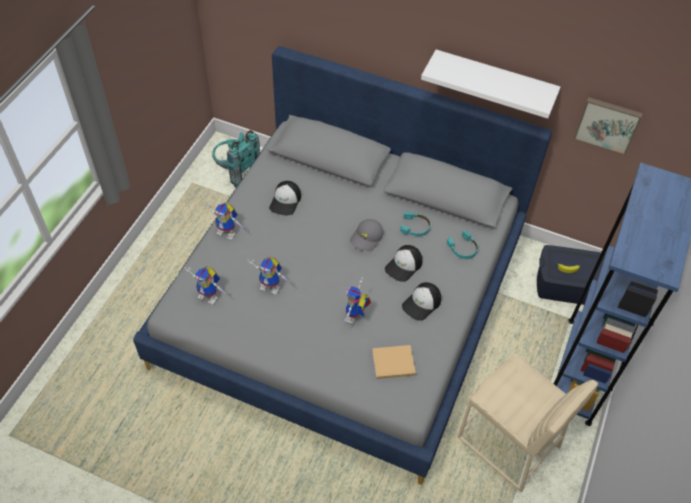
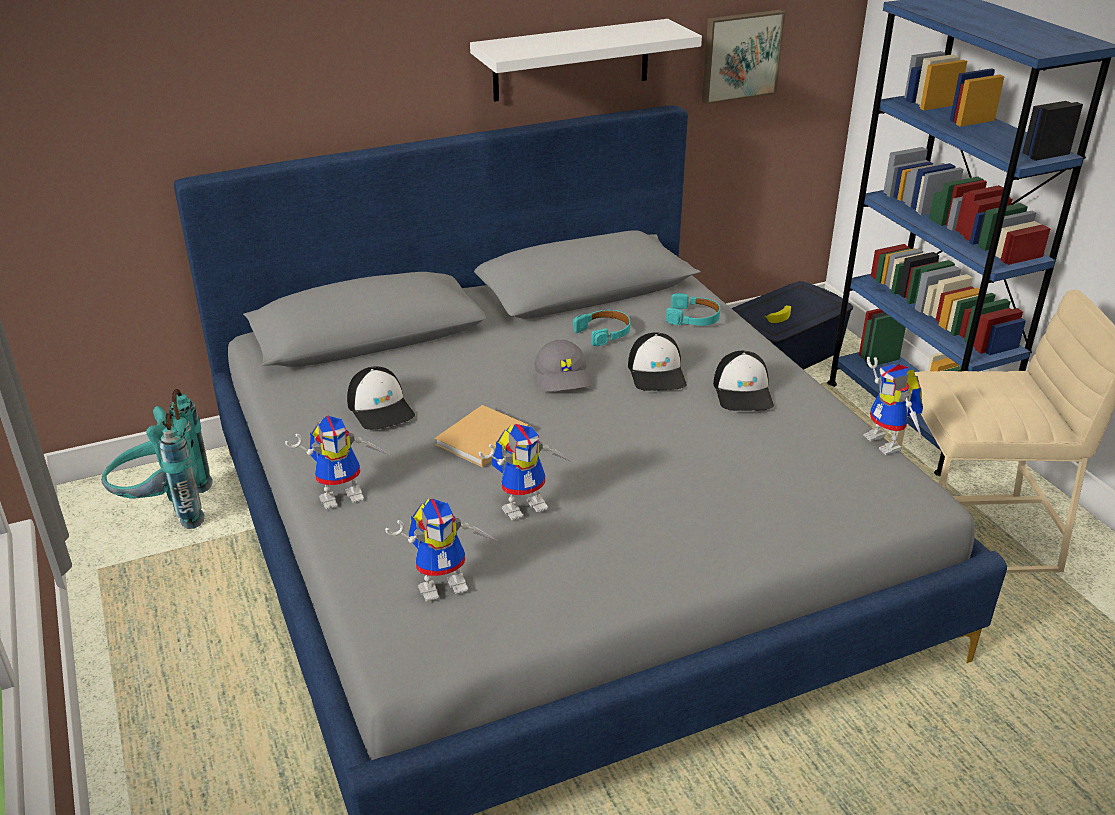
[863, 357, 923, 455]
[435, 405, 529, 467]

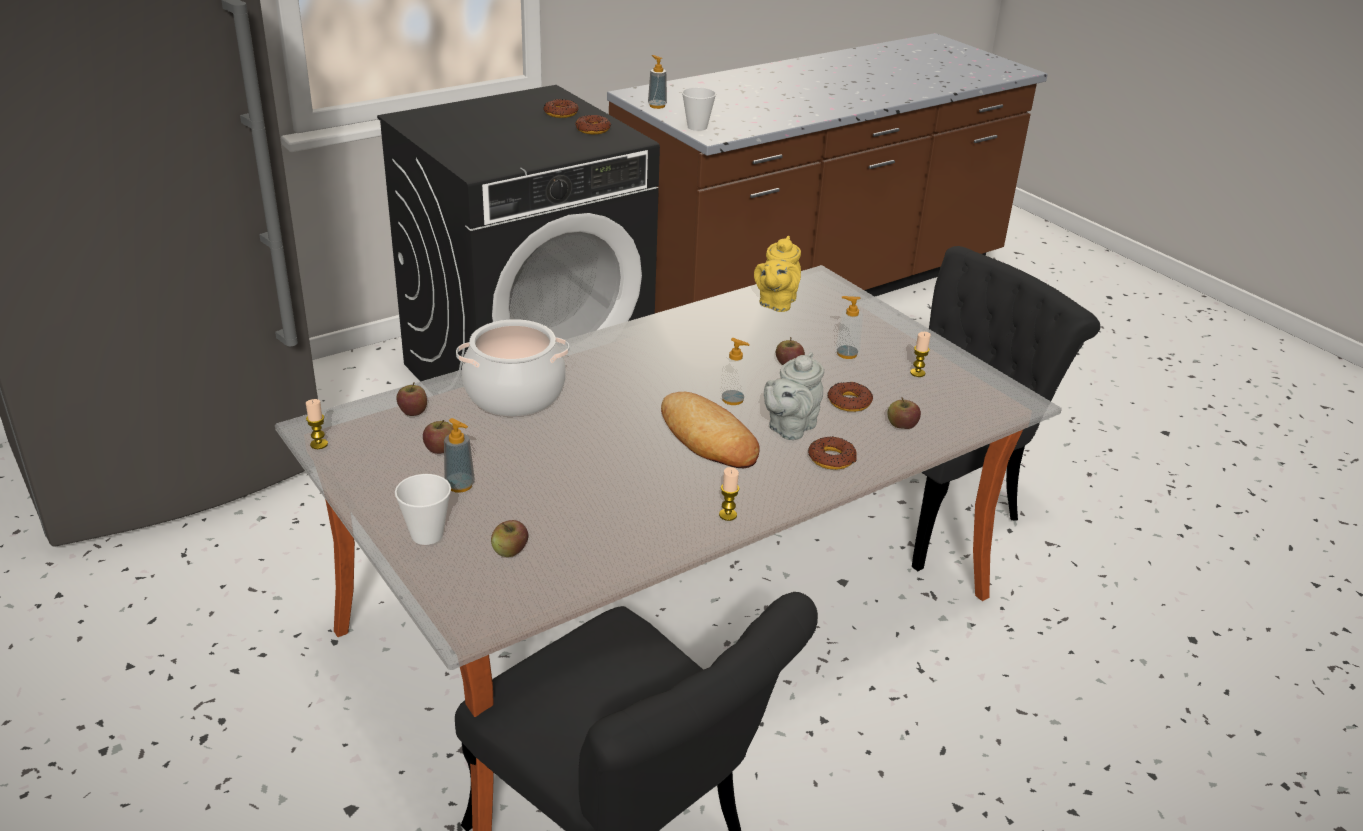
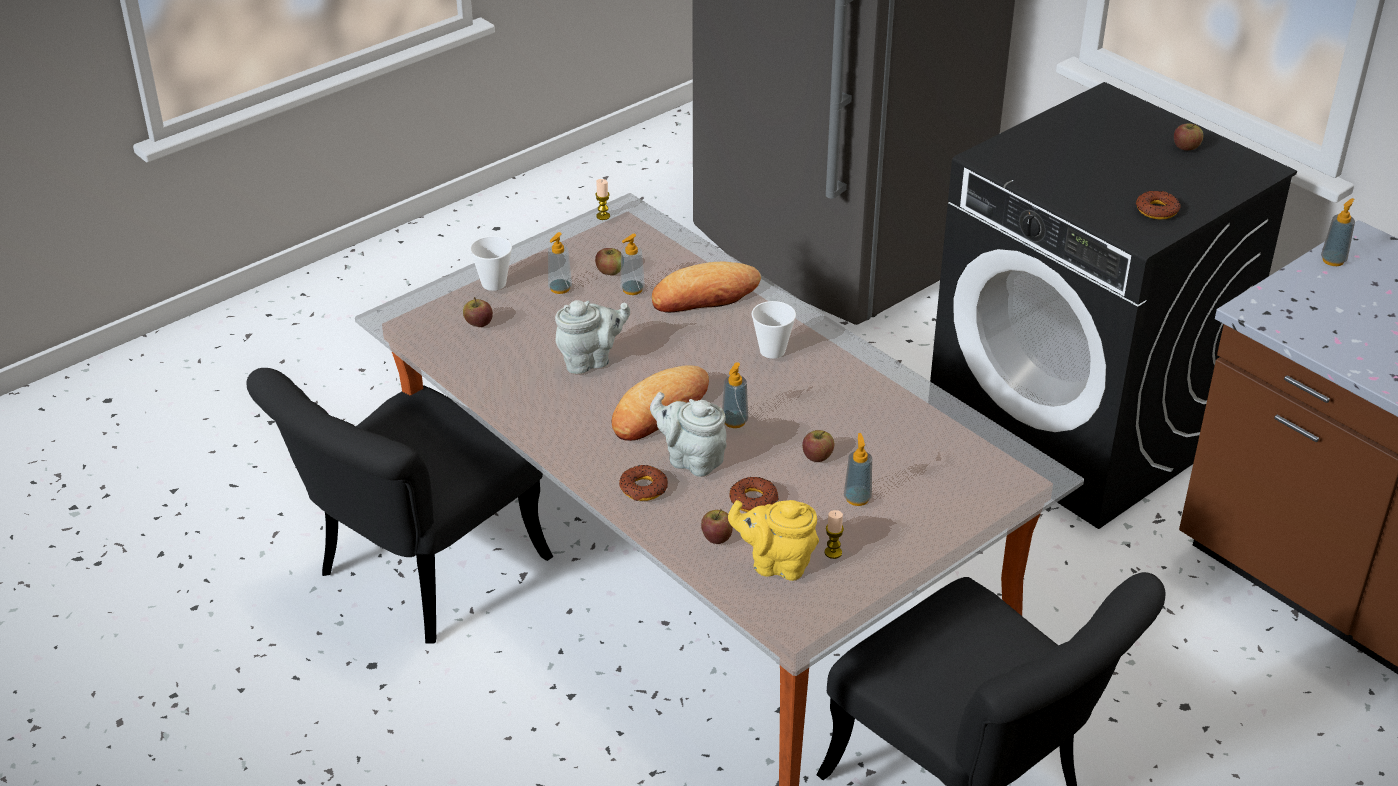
[543, 99, 579, 118] (first image)
[719, 467, 739, 521] (first image)
[555, 300, 630, 374]
[620, 234, 645, 295]
[1174, 124, 1203, 151]
[751, 301, 796, 359]
[728, 500, 819, 581]
[652, 262, 761, 312]

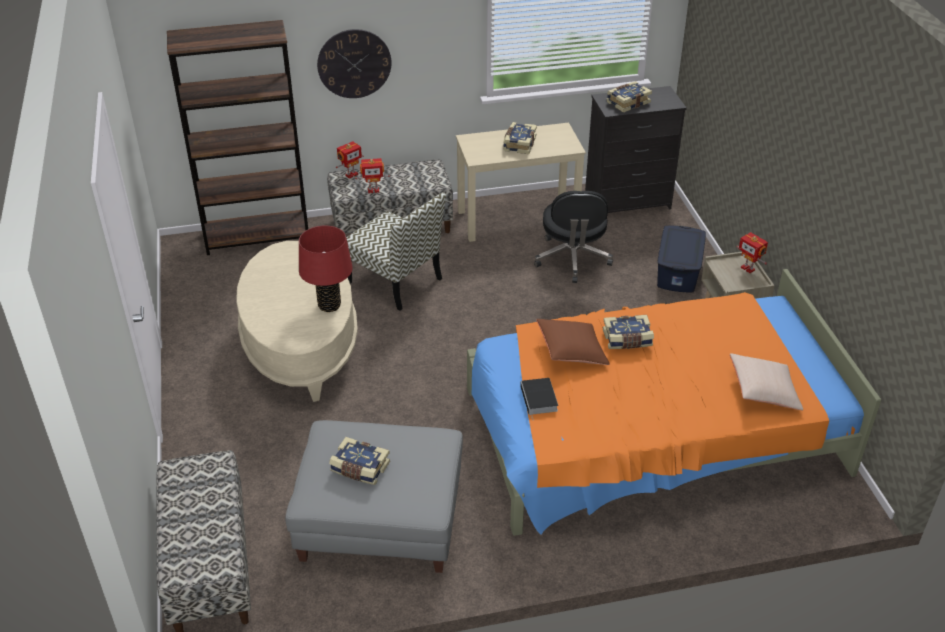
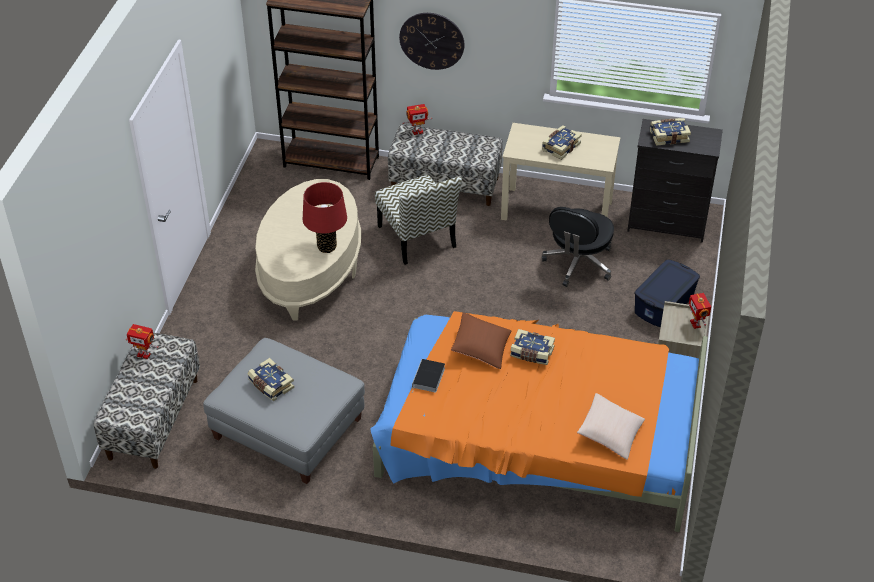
[126, 324, 159, 359]

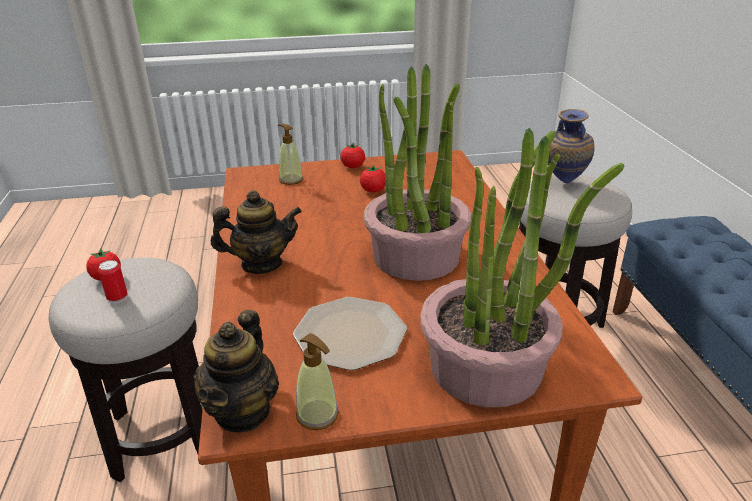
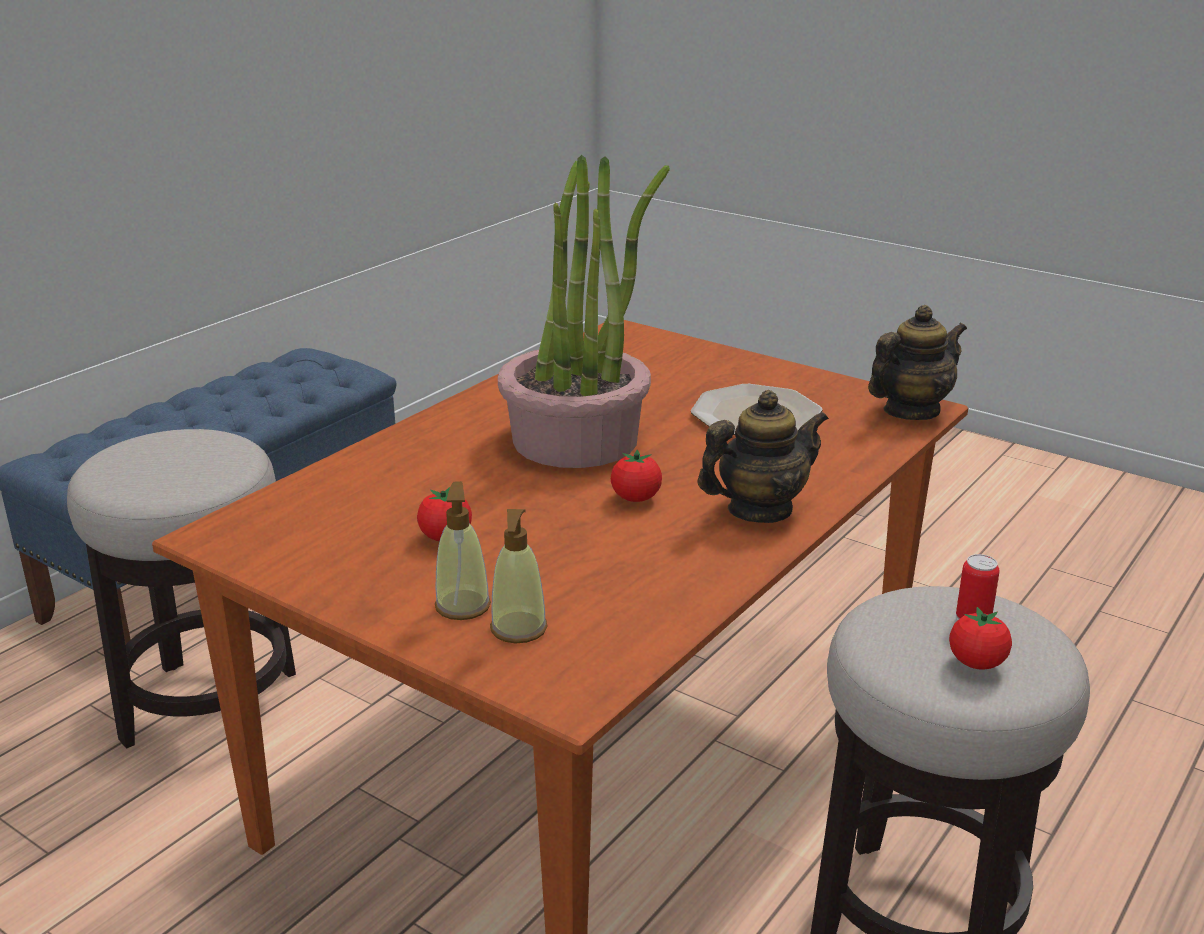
[420, 128, 624, 407] (first image)
[548, 109, 594, 183] (first image)
[435, 481, 491, 620]
[611, 449, 662, 502]
[698, 390, 829, 523]

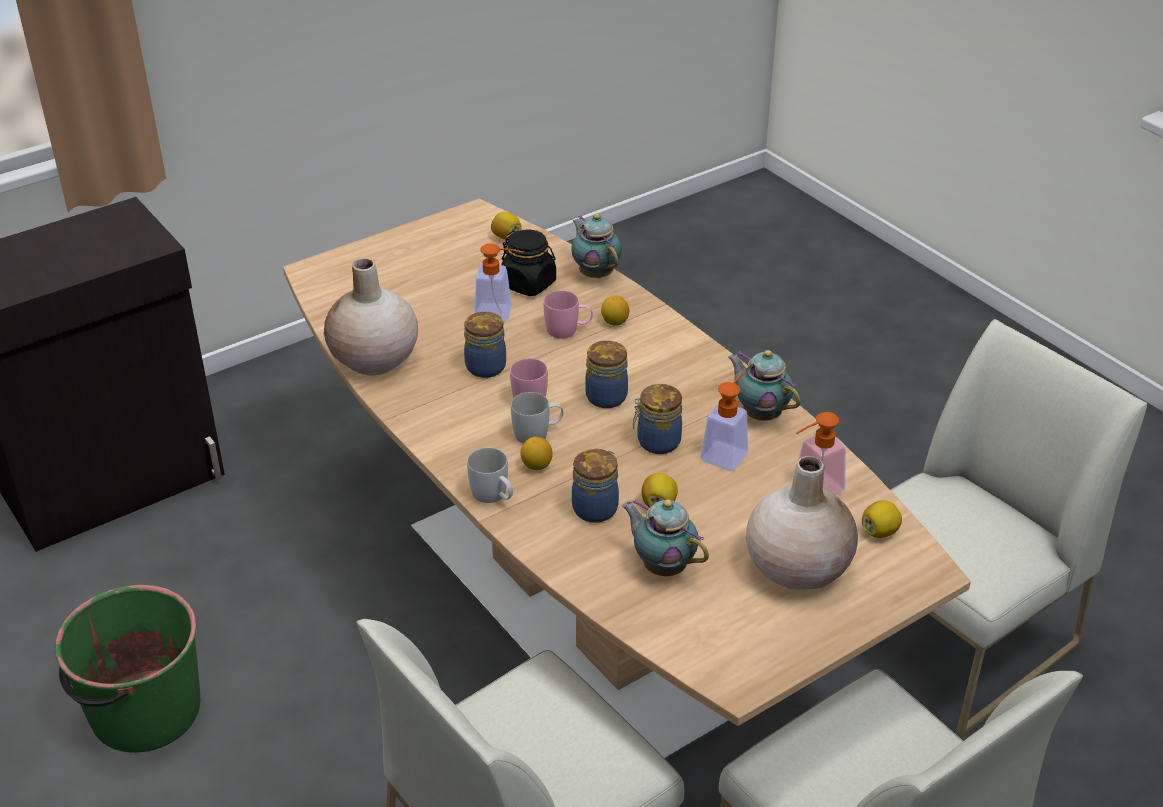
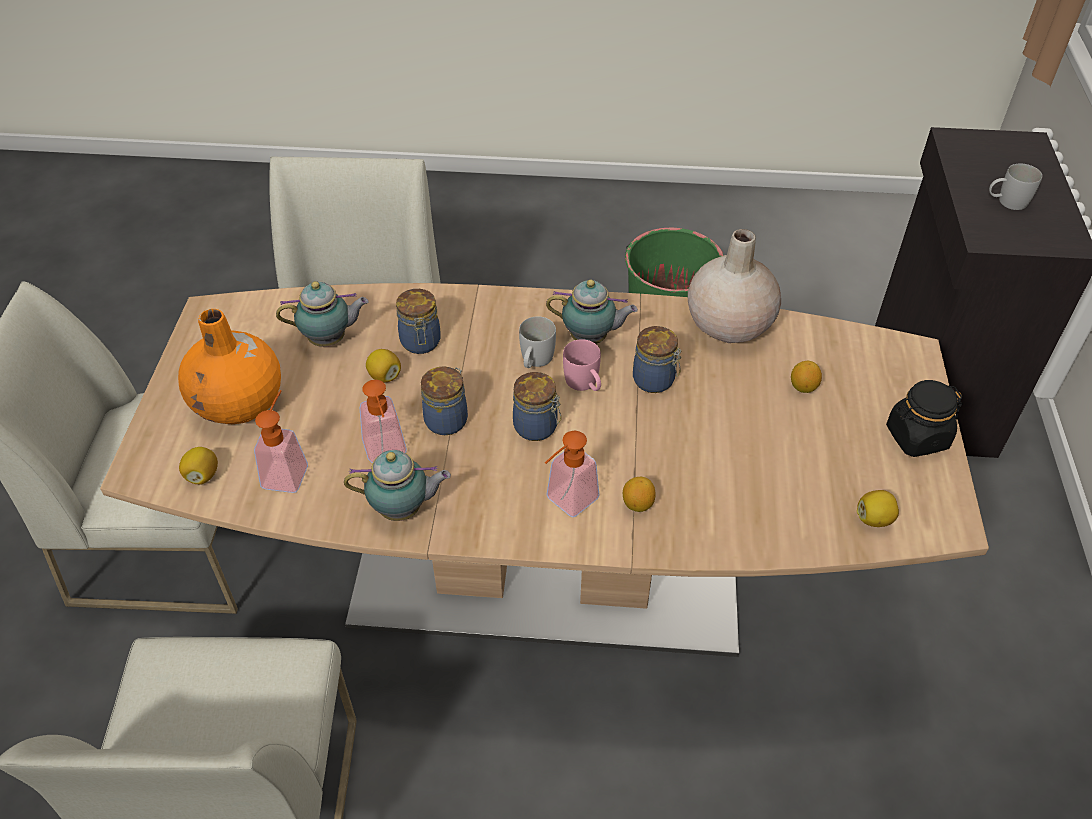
[544, 290, 593, 339] (first image)
[989, 163, 1042, 210]
[545, 431, 599, 517]
[886, 380, 963, 457]
[791, 361, 822, 393]
[546, 280, 638, 344]
[178, 309, 281, 424]

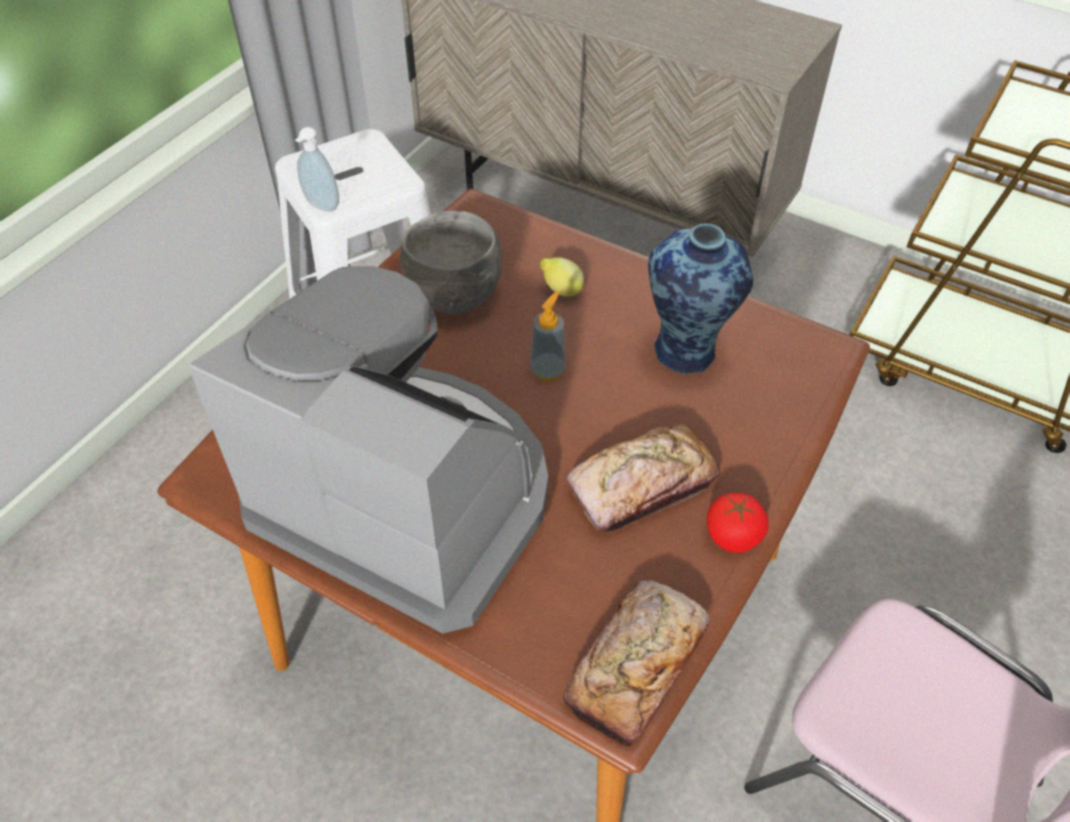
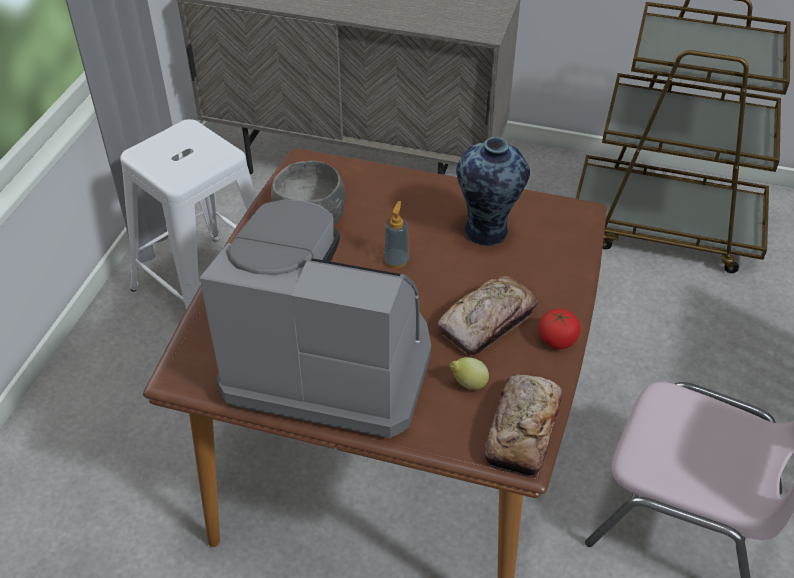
[295, 127, 339, 212] (first image)
[450, 357, 489, 390]

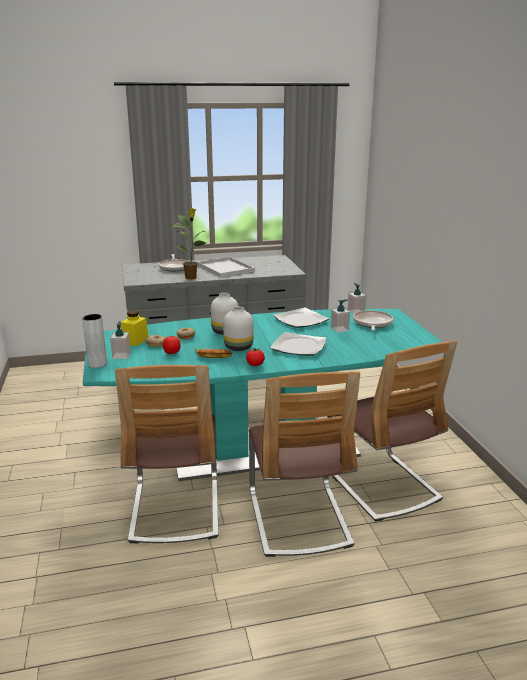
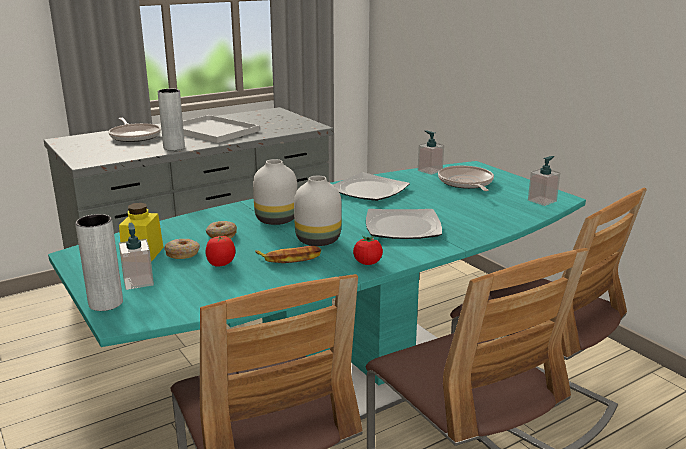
[528, 156, 560, 206]
[158, 89, 185, 150]

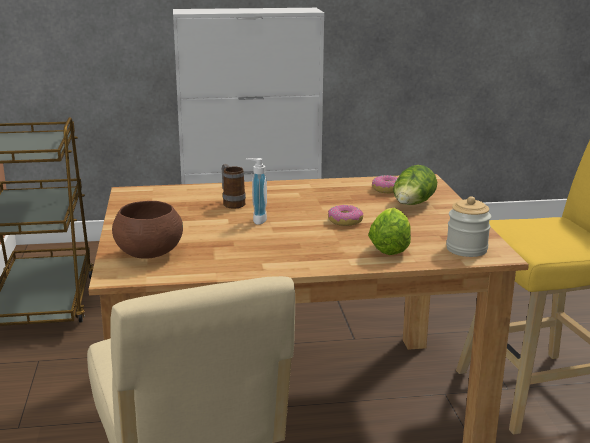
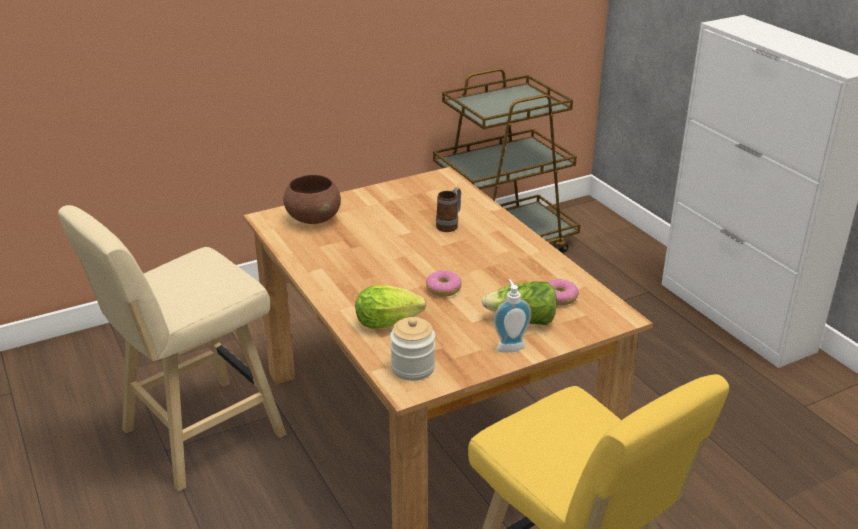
[494, 279, 531, 353]

